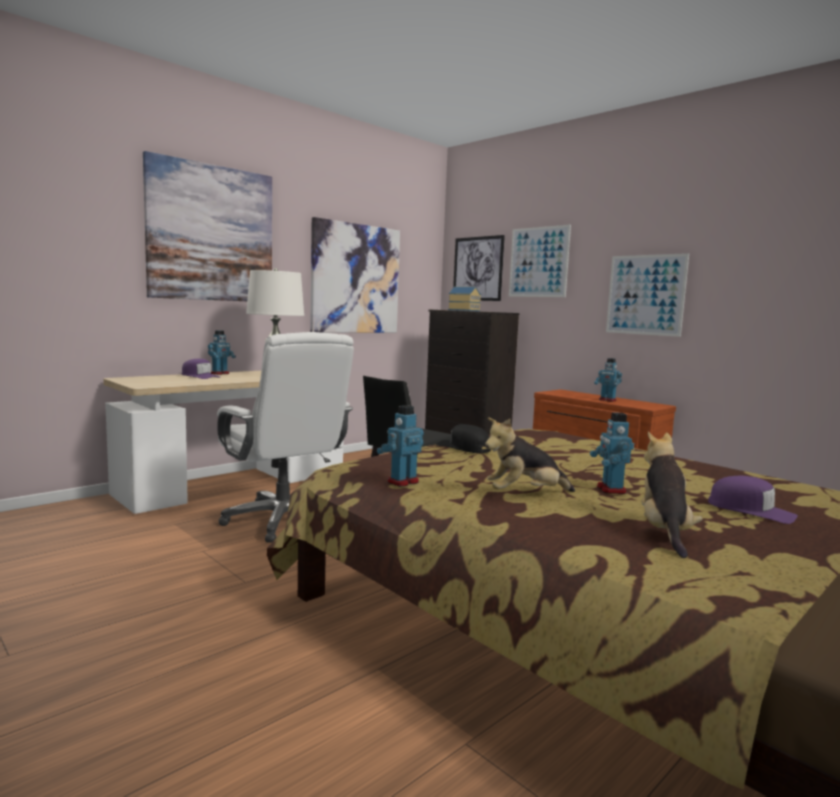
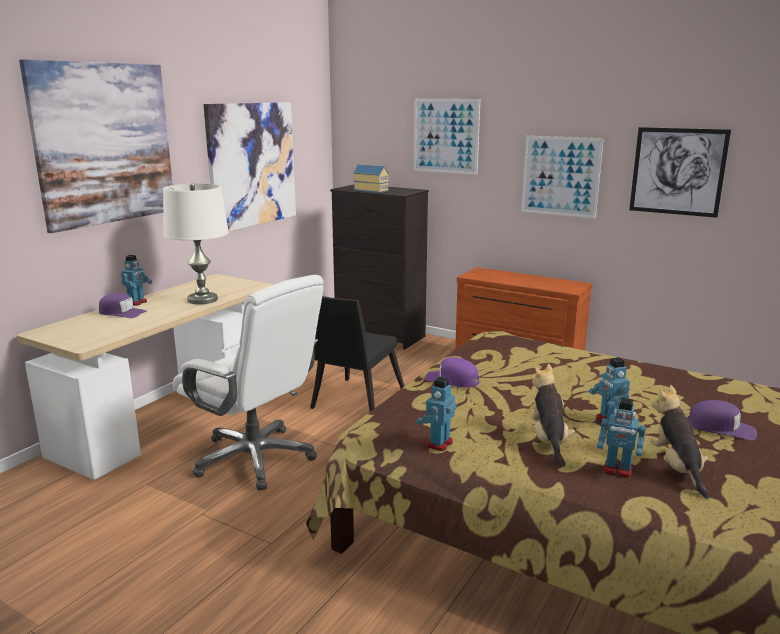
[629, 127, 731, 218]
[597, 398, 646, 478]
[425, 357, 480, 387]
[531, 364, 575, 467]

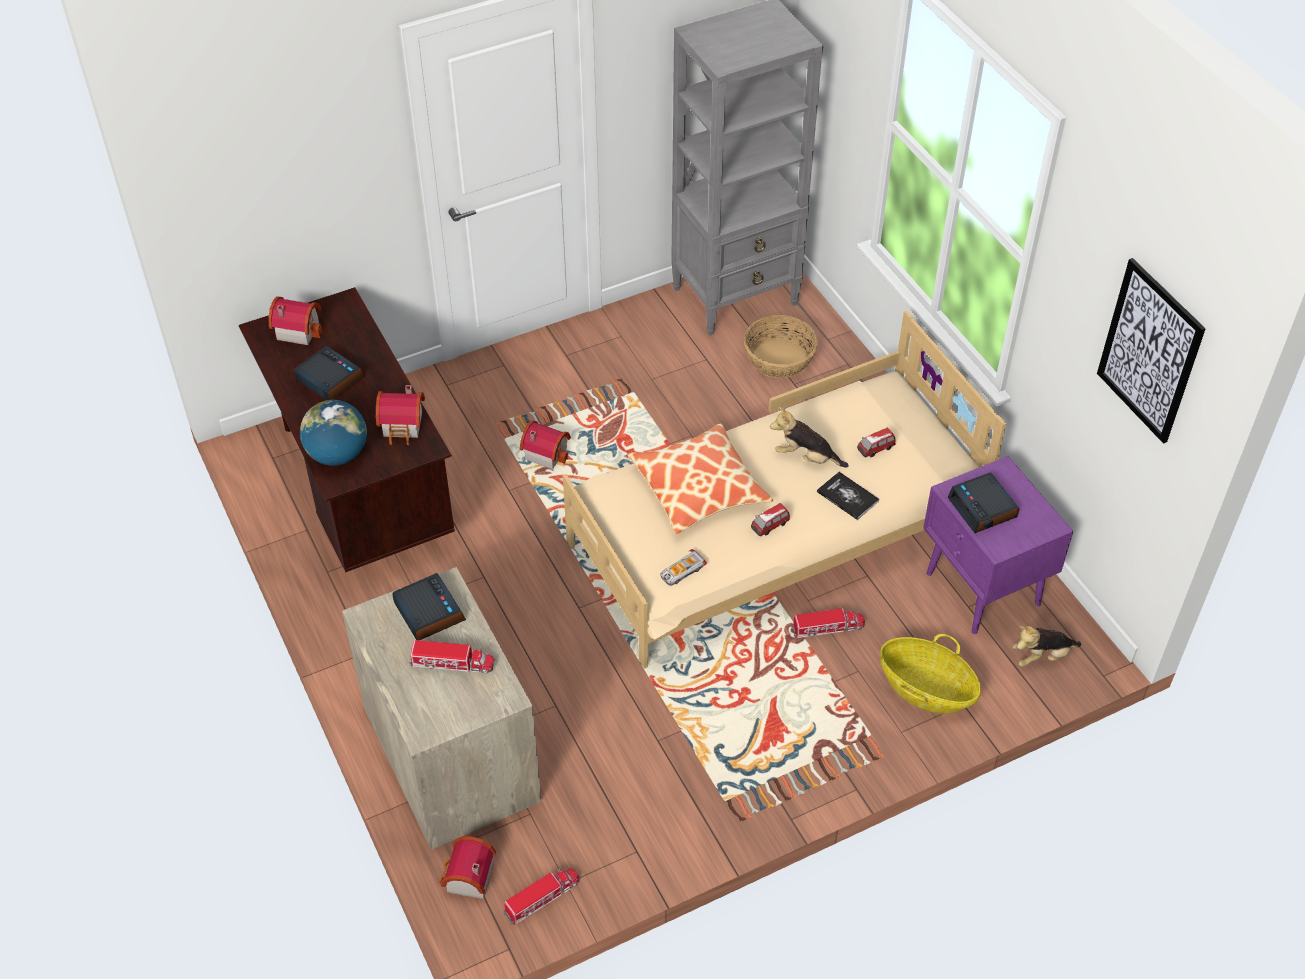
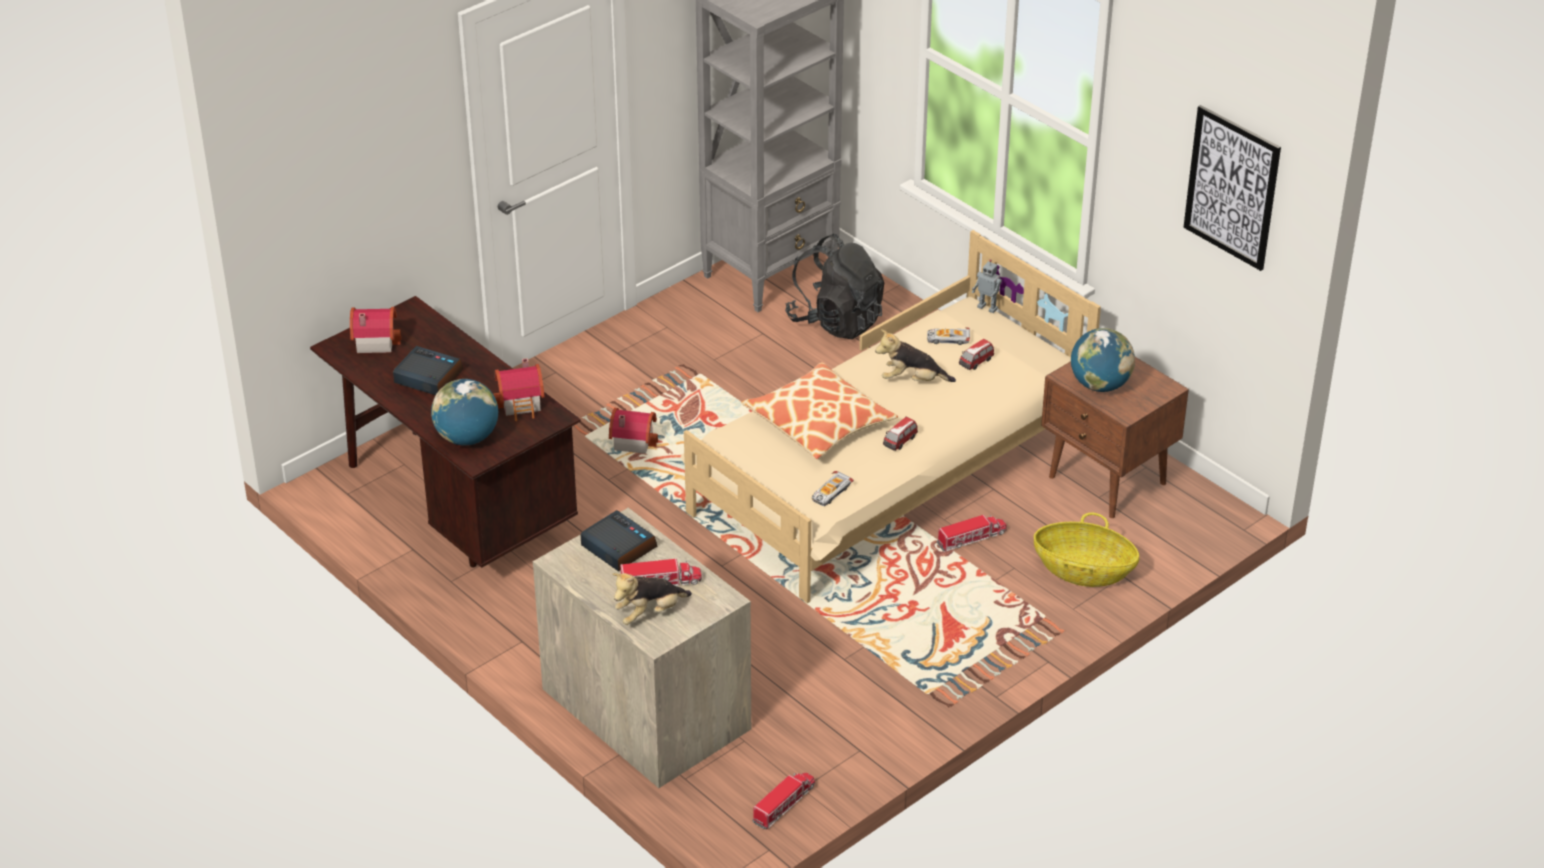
[439, 836, 496, 899] (first image)
[817, 472, 879, 520] (first image)
[927, 327, 970, 345]
[972, 259, 1002, 313]
[613, 573, 692, 625]
[785, 234, 884, 339]
[1071, 328, 1135, 392]
[1041, 357, 1189, 518]

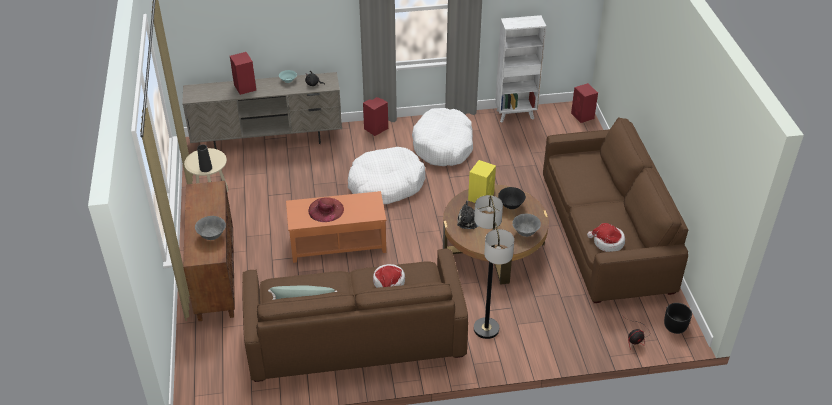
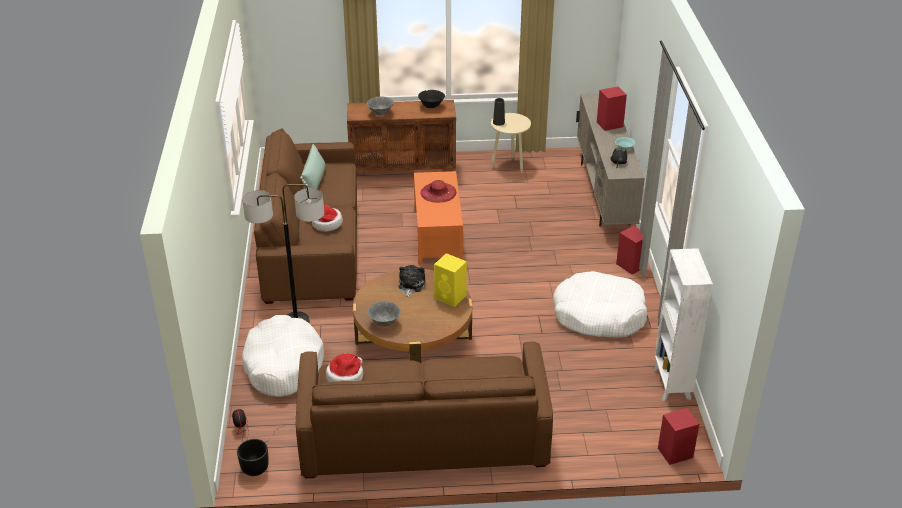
[242, 315, 324, 397]
[418, 90, 445, 108]

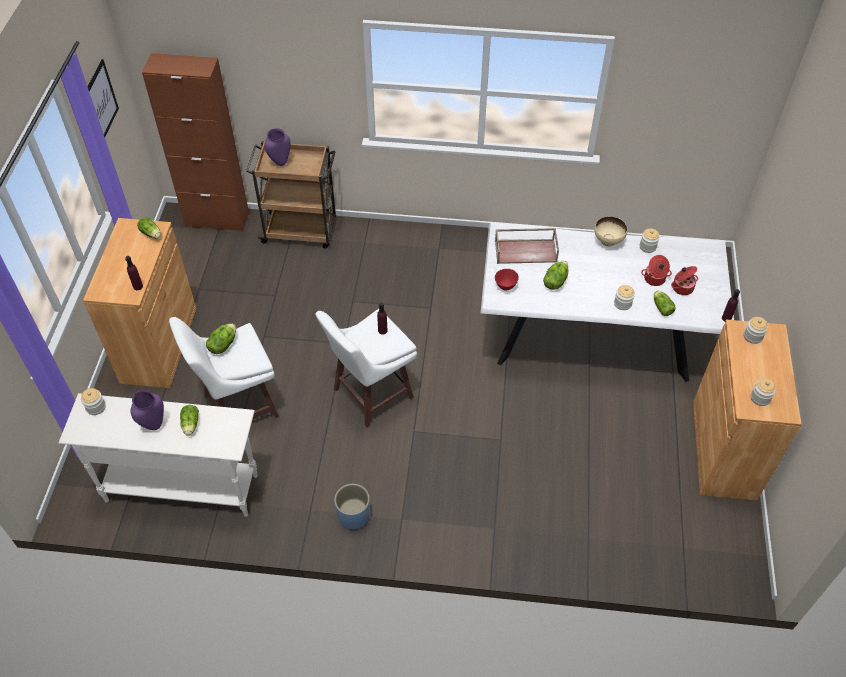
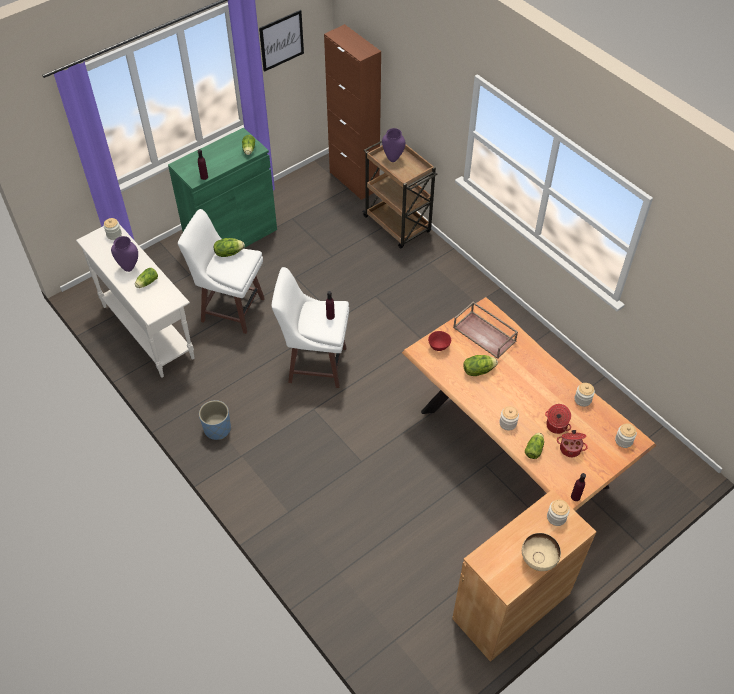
[522, 533, 561, 571]
[615, 423, 637, 448]
[168, 128, 277, 248]
[402, 297, 656, 511]

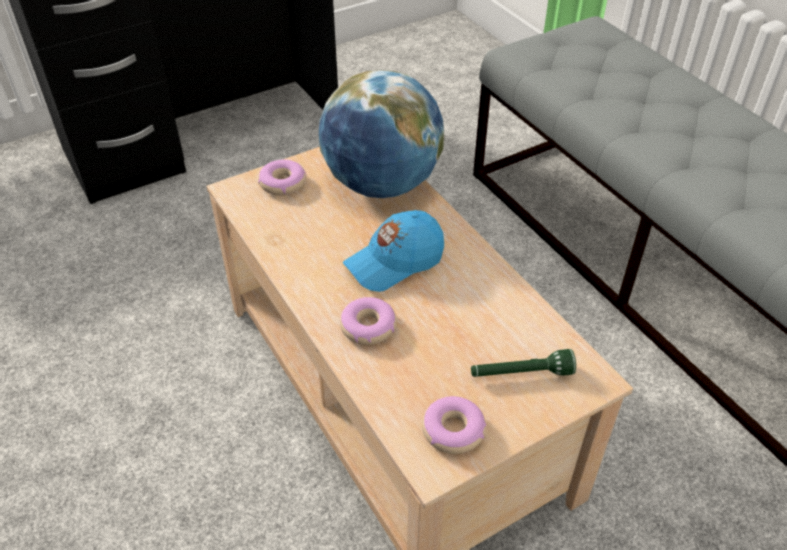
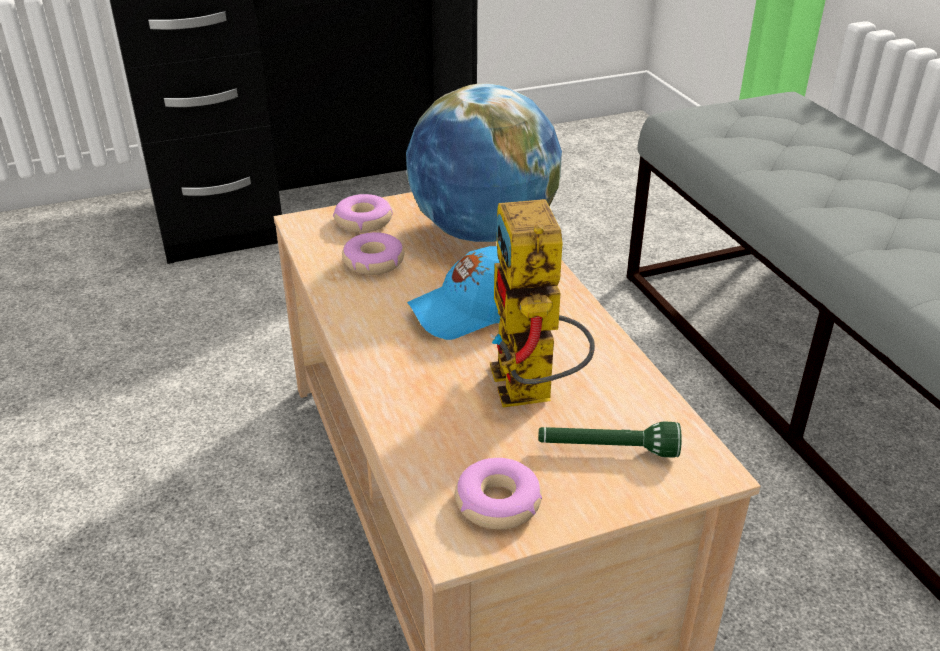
[490, 199, 595, 407]
[342, 232, 404, 275]

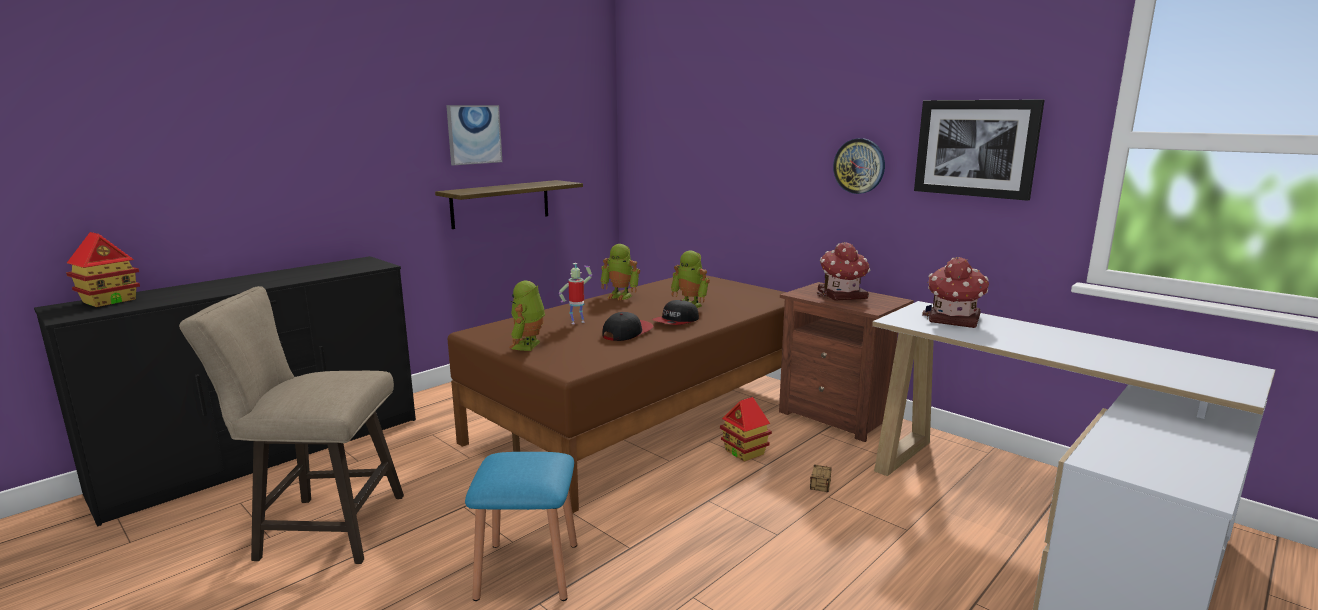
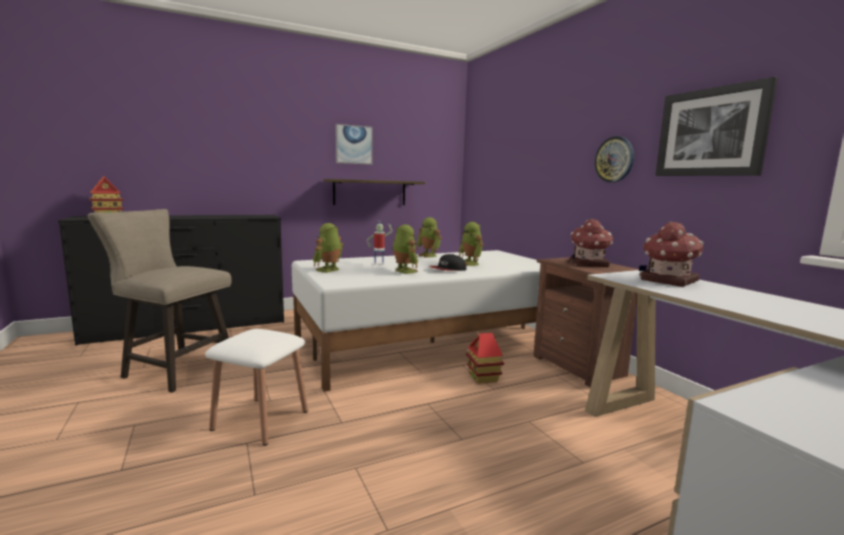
[810, 465, 831, 492] (first image)
[392, 225, 418, 274]
[292, 250, 541, 392]
[205, 329, 308, 446]

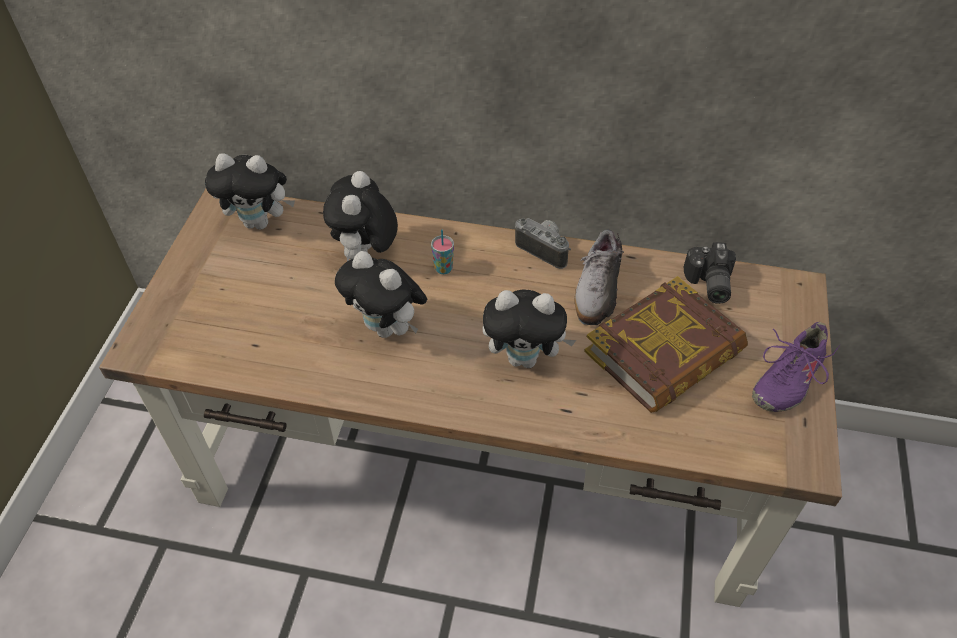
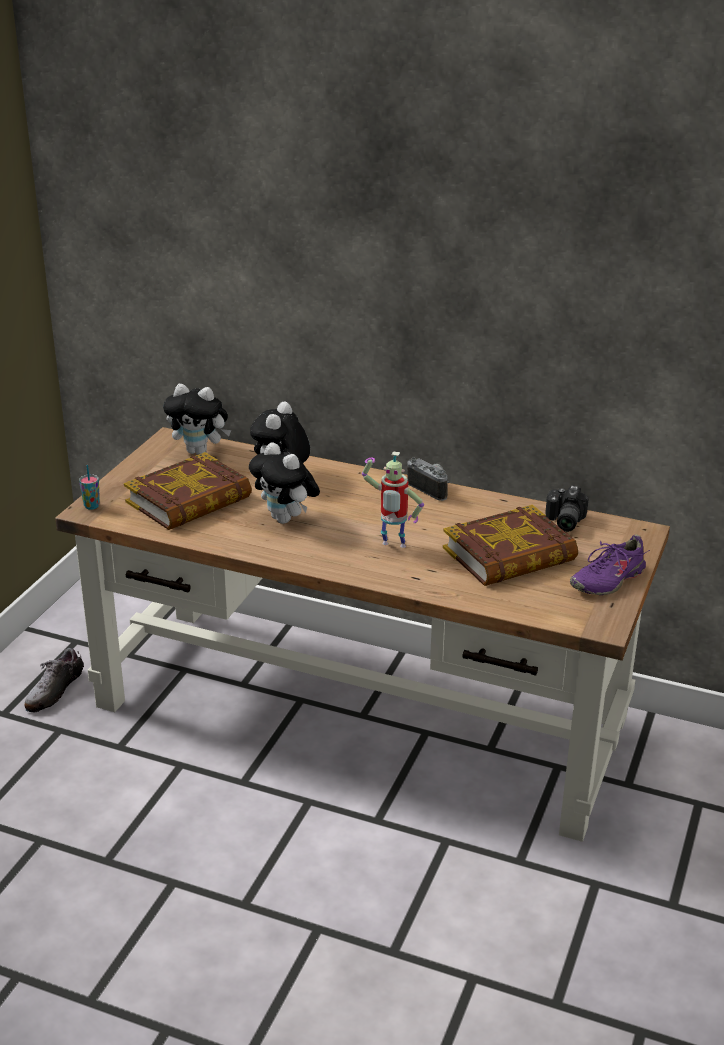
[124, 452, 252, 530]
[79, 465, 100, 510]
[25, 648, 84, 712]
[362, 451, 424, 548]

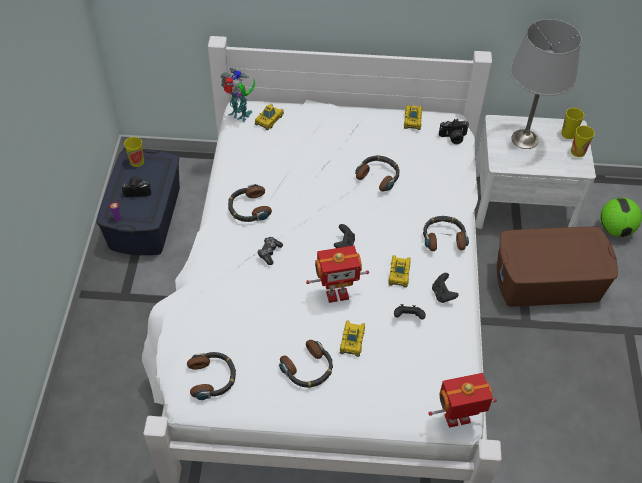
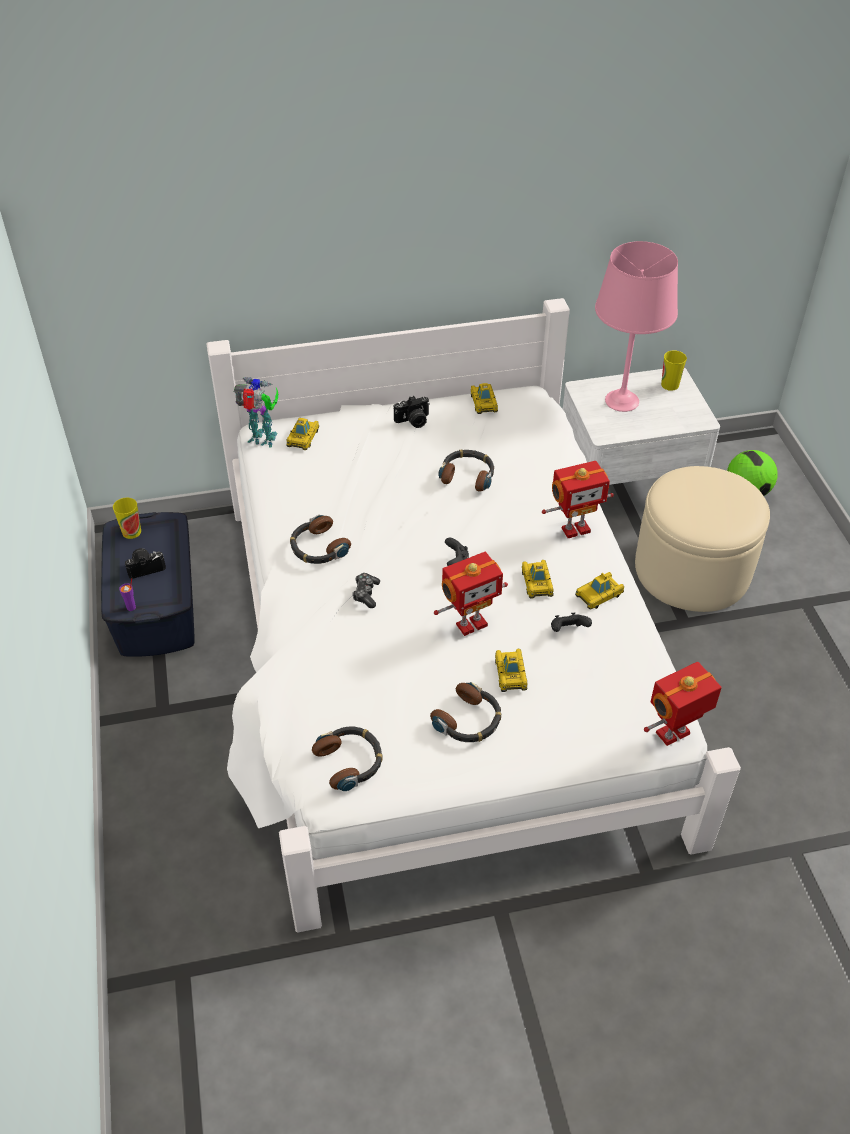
[571, 125, 595, 157] (first image)
[394, 396, 430, 428]
[542, 461, 614, 538]
[575, 572, 624, 609]
[635, 466, 770, 612]
[595, 241, 678, 412]

